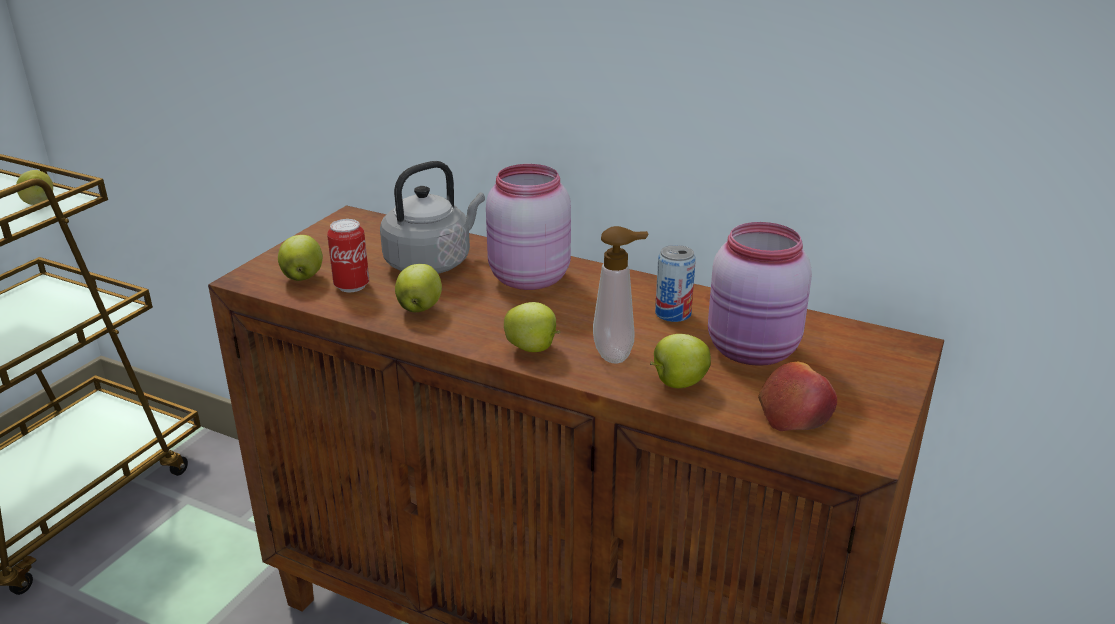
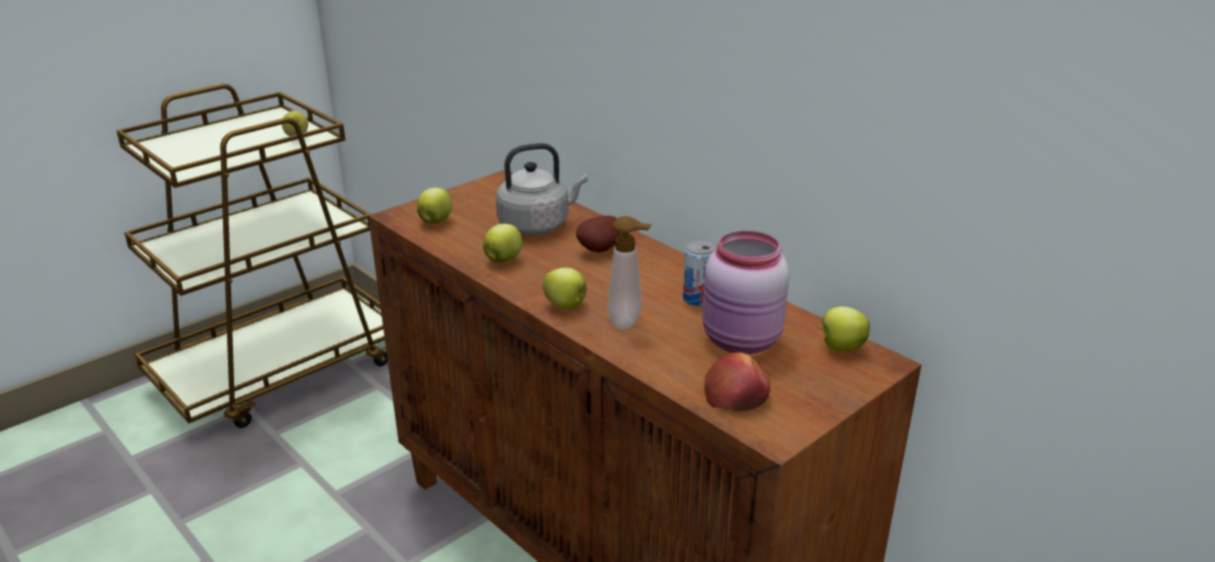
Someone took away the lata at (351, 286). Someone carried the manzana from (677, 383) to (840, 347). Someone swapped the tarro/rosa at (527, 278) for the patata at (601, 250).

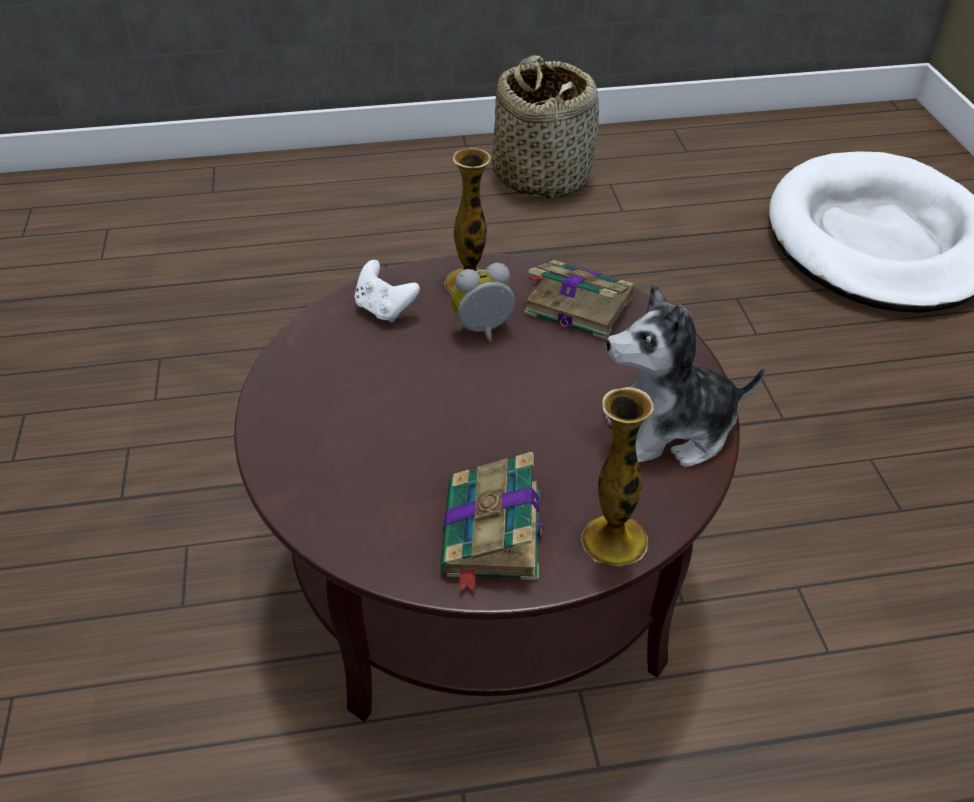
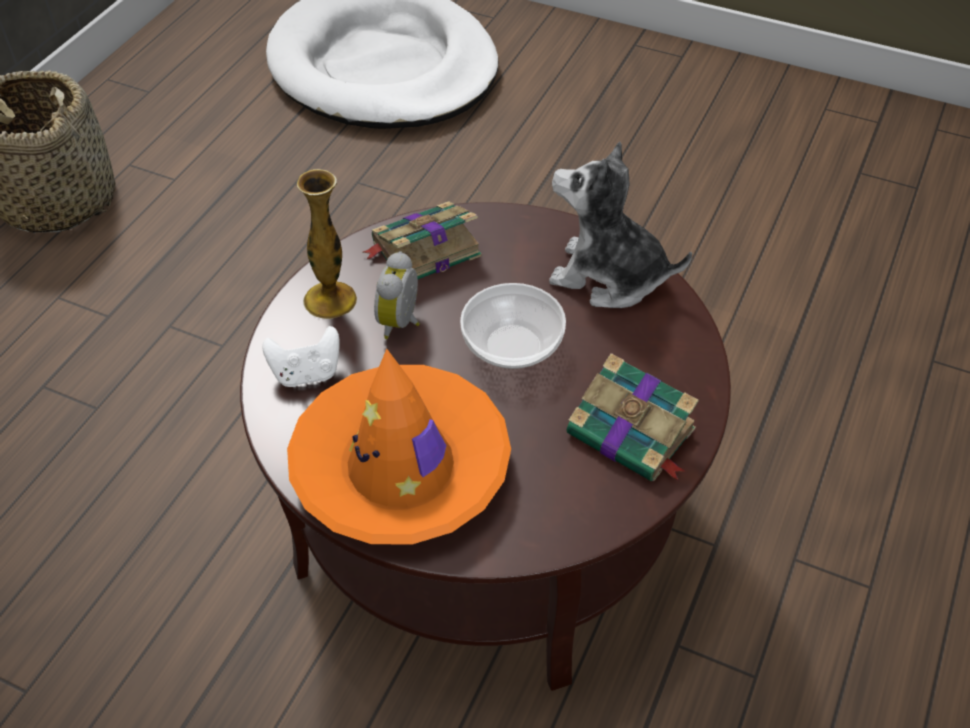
Someone took away the florero at (614, 540). Someone put down the sombrero/naranja at (401, 467). Someone put down the cuenco at (513, 344). Someone rotated the peluche at (670, 430) by 90 degrees clockwise.

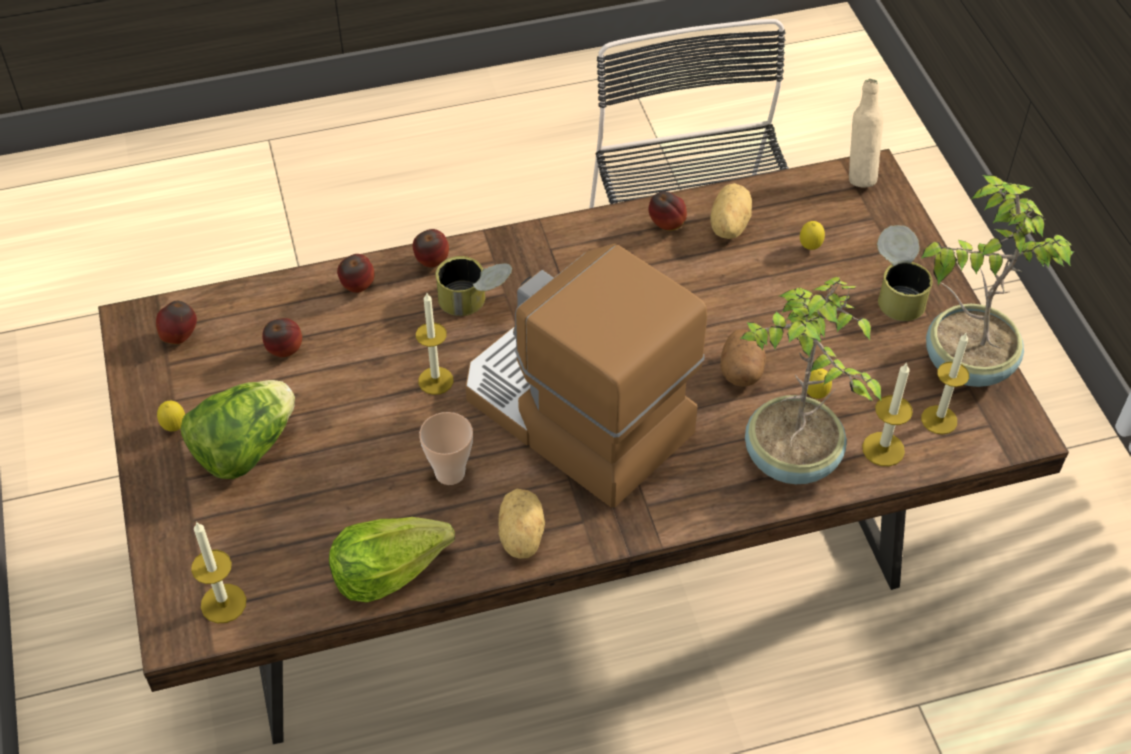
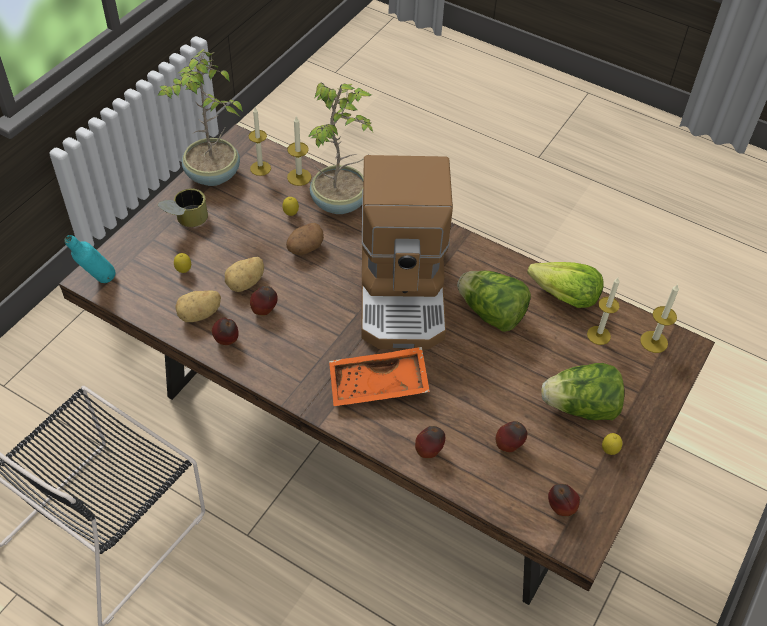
Someone carried the manzana from (431, 263) to (264, 310). Someone carried the vela from (435, 380) to (598, 335). Someone carried the patata from (519, 537) to (246, 283). Someone swapped the taza at (450, 473) for the lechuga at (491, 314). Someone swapped the lata at (475, 303) for the bandeja/naranja at (378, 386). Someone repainted the botella/beis at (859, 175), which became the botella/turquesa at (98, 283).

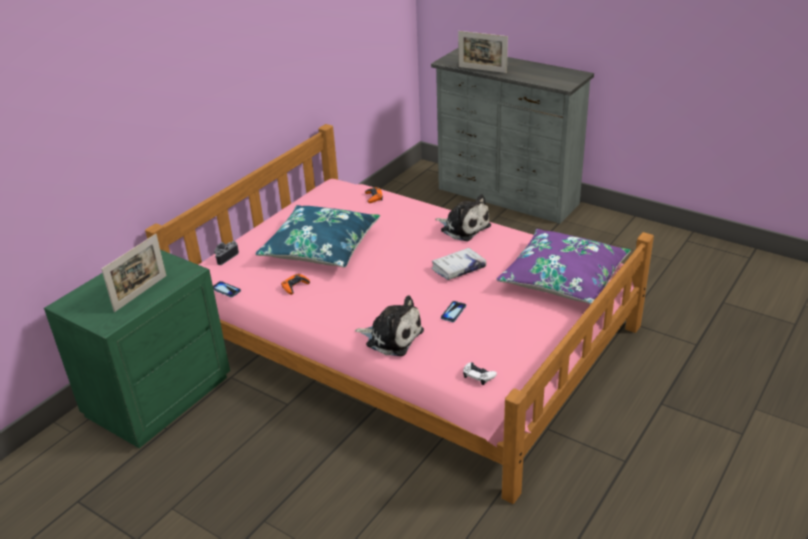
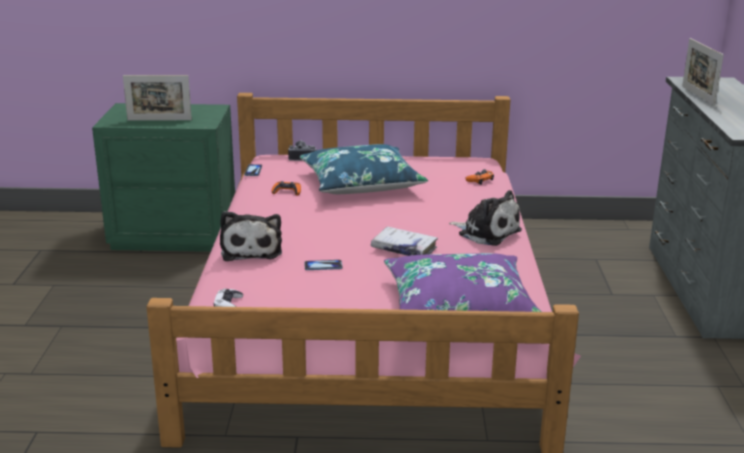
Someone rotated the peluche at (463, 227) by 60 degrees counterclockwise.

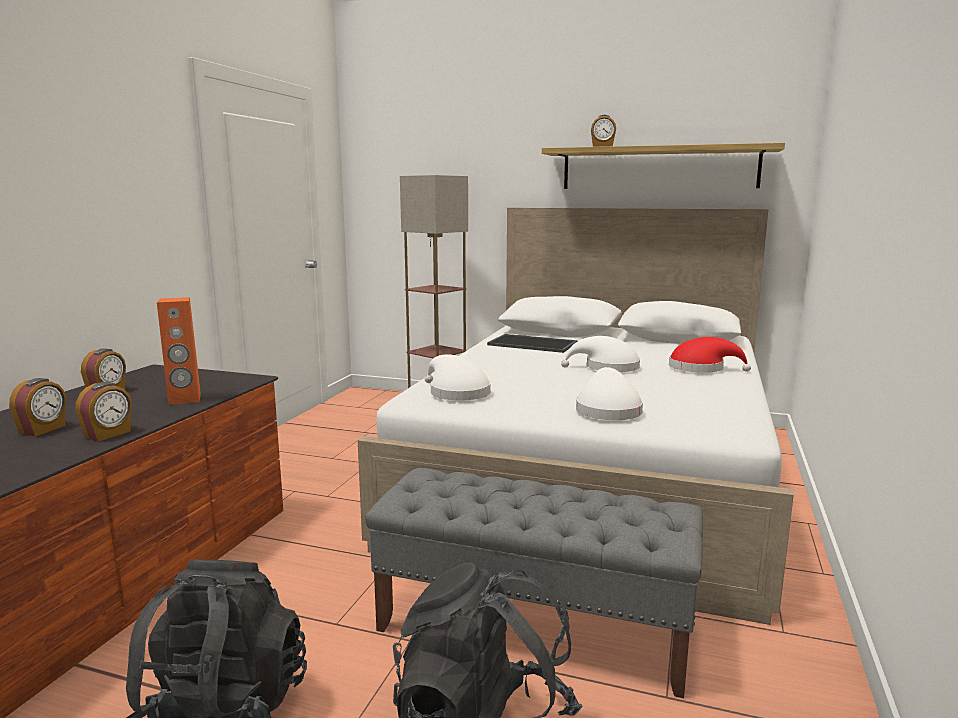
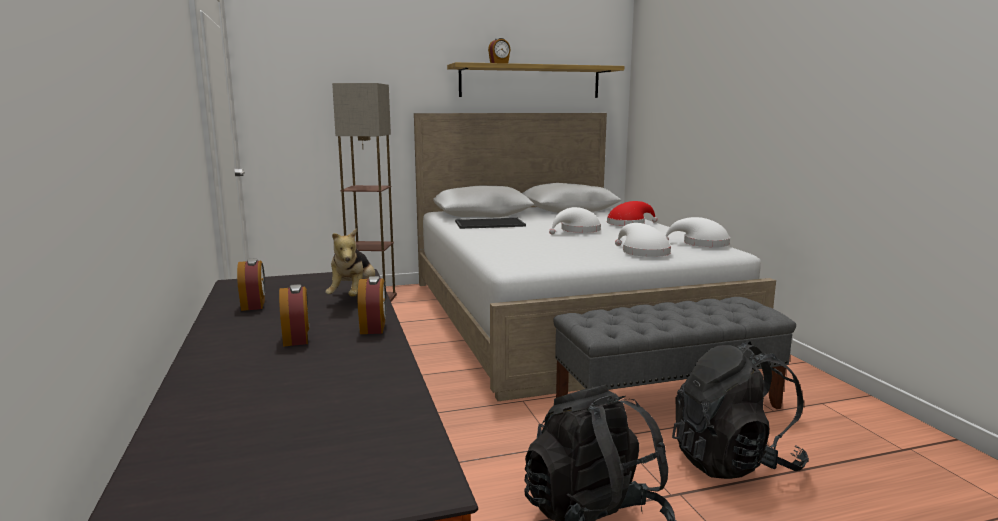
Someone carried the sombrero/blanco from (456, 393) to (701, 244). Someone swapped the altavoz/naranja at (184, 399) for the peluche at (353, 296).

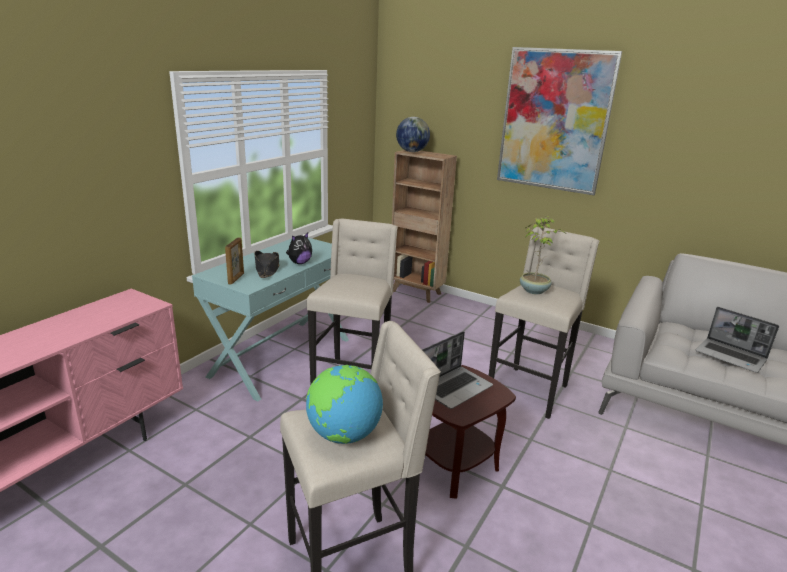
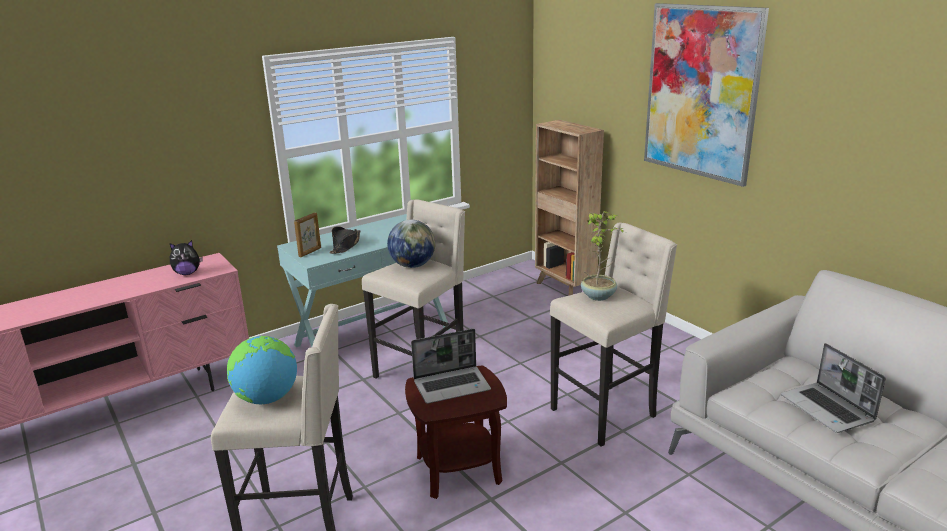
Someone carried the peluche from (299, 263) to (187, 273). Someone carried the globo terráqueo from (412, 151) to (413, 265).

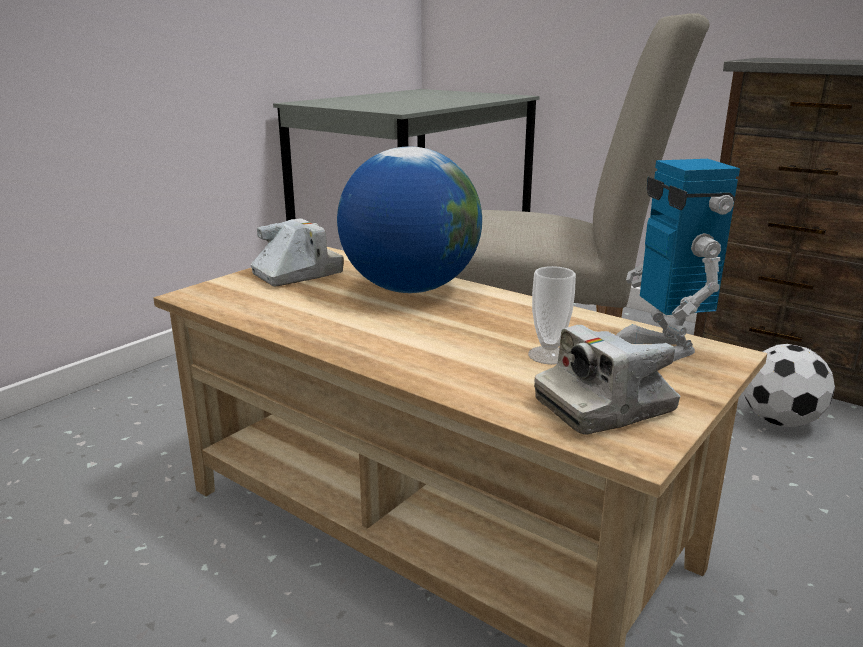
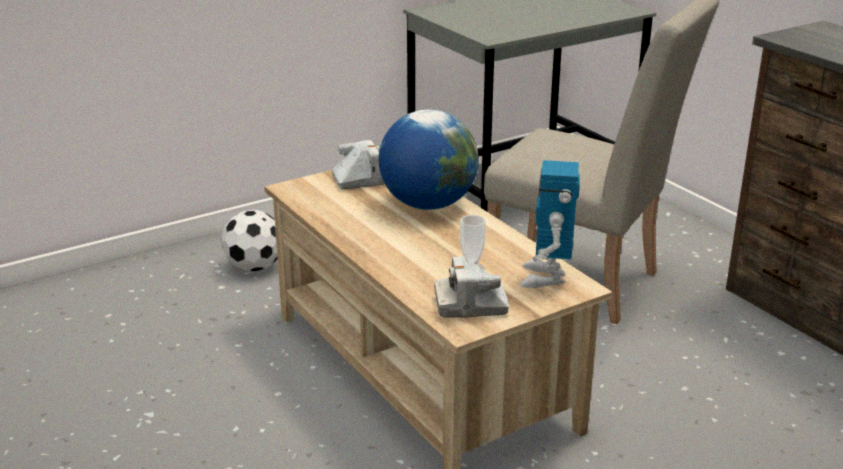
Someone carried the balón de fútbol from (780, 420) to (255, 266).

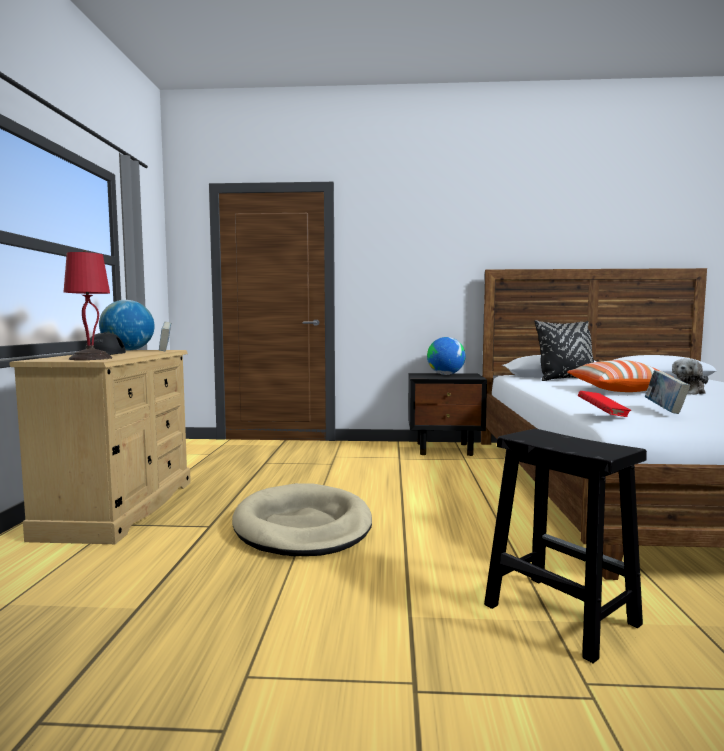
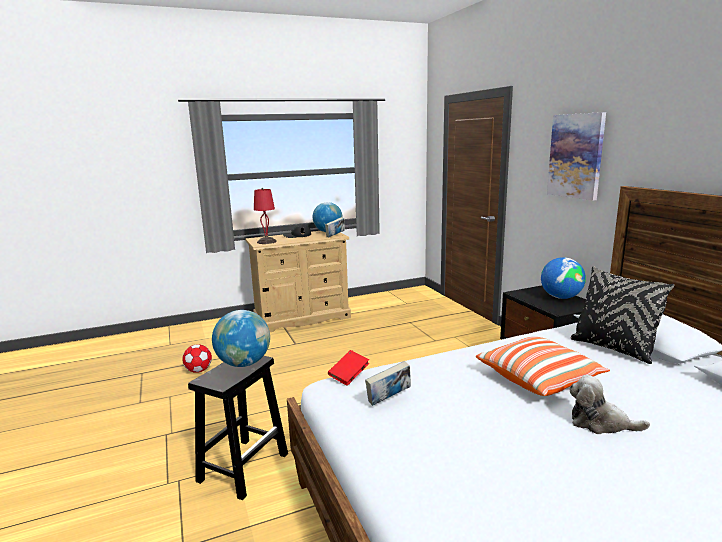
Someone took away the cama para perro/beis at (302, 526). Someone put down the balón de fútbol at (198, 370). Someone put down the globo terráqueo at (244, 363). Someone put up the cuadro at (576, 156).

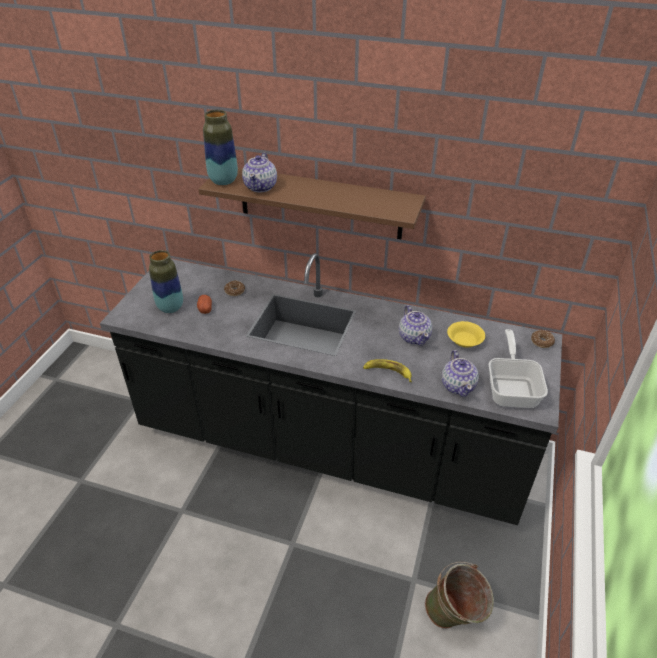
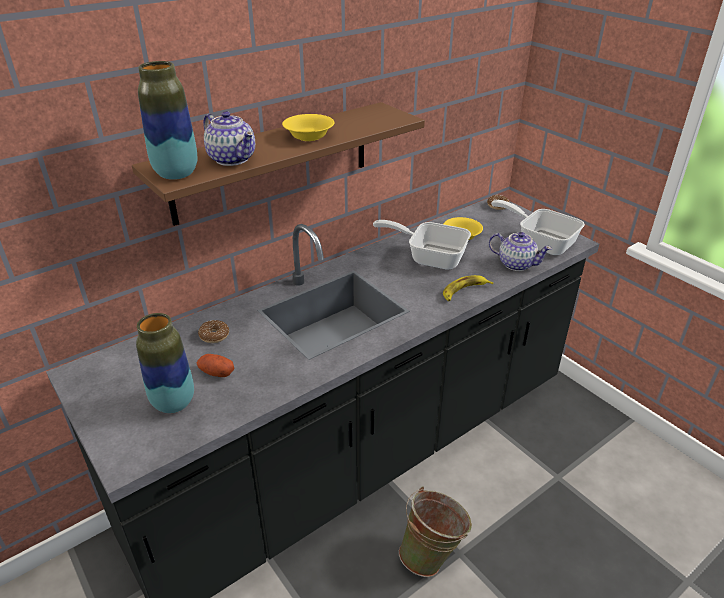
Someone put down the cuenco/amarillo at (309, 137). Someone carried the cubo/verde from (454, 617) to (432, 555). Someone swapped the tetera at (414, 337) for the sartén at (430, 257).

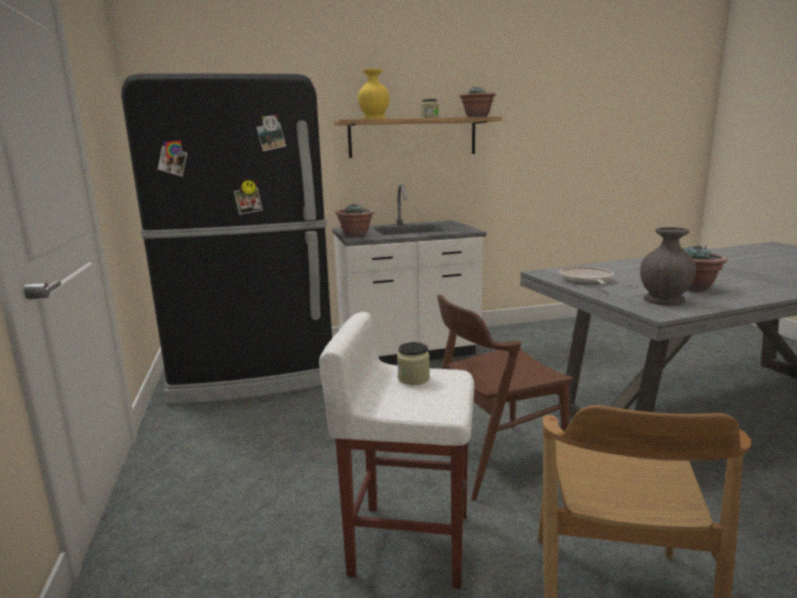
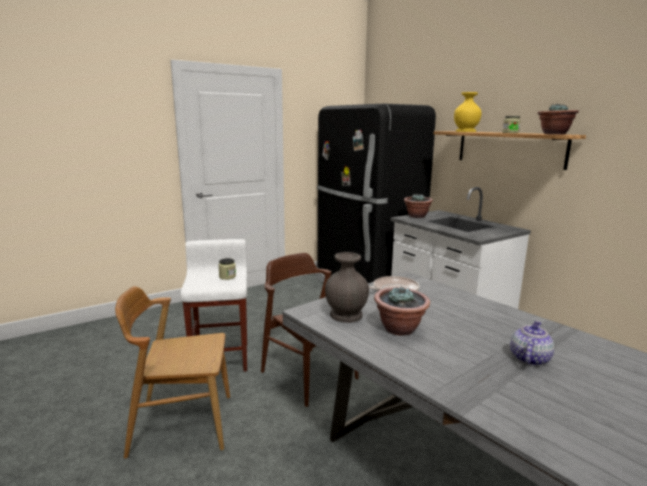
Someone put down the tetera at (529, 359).

